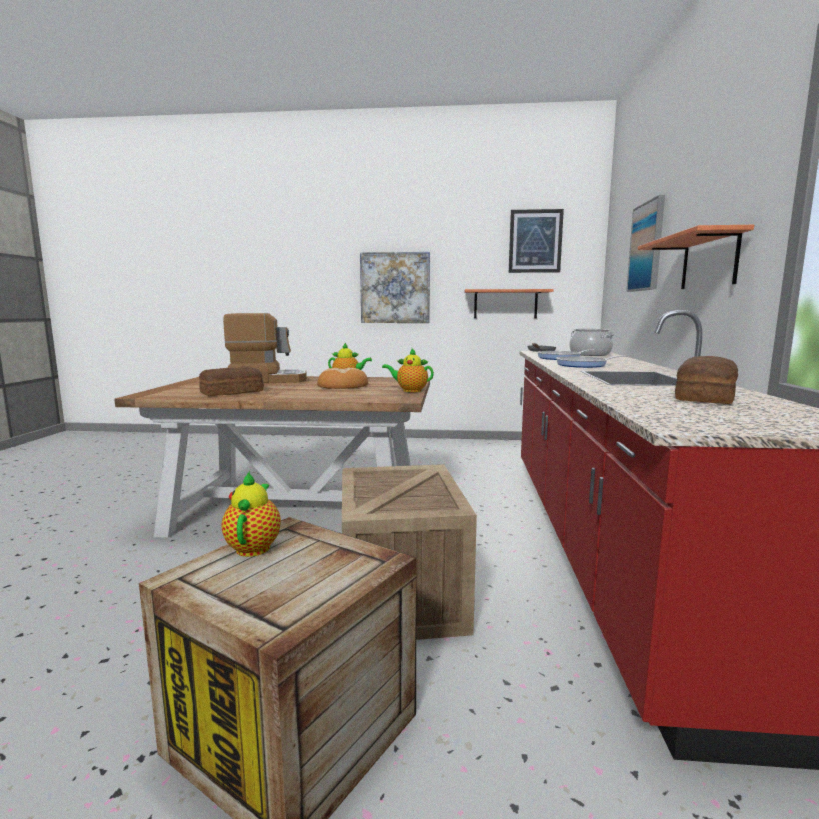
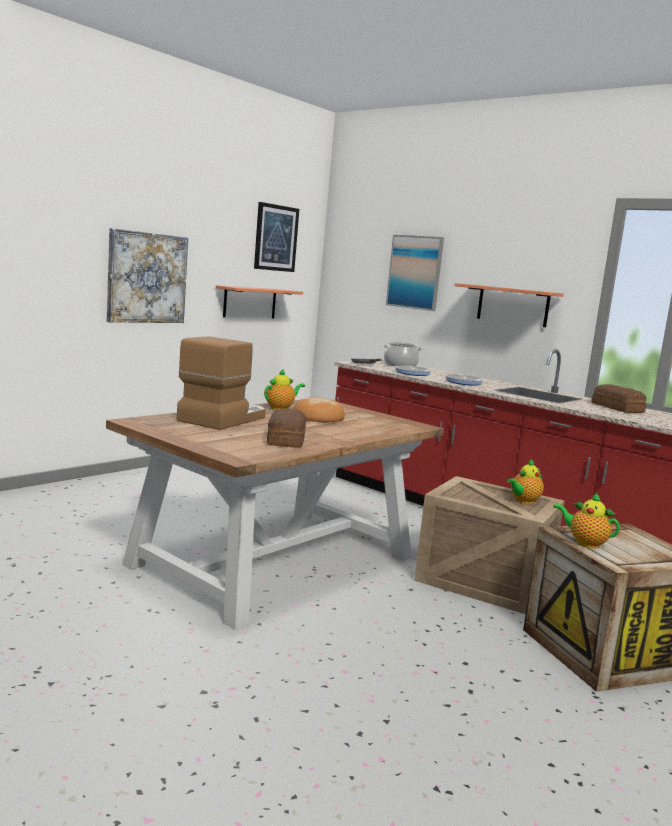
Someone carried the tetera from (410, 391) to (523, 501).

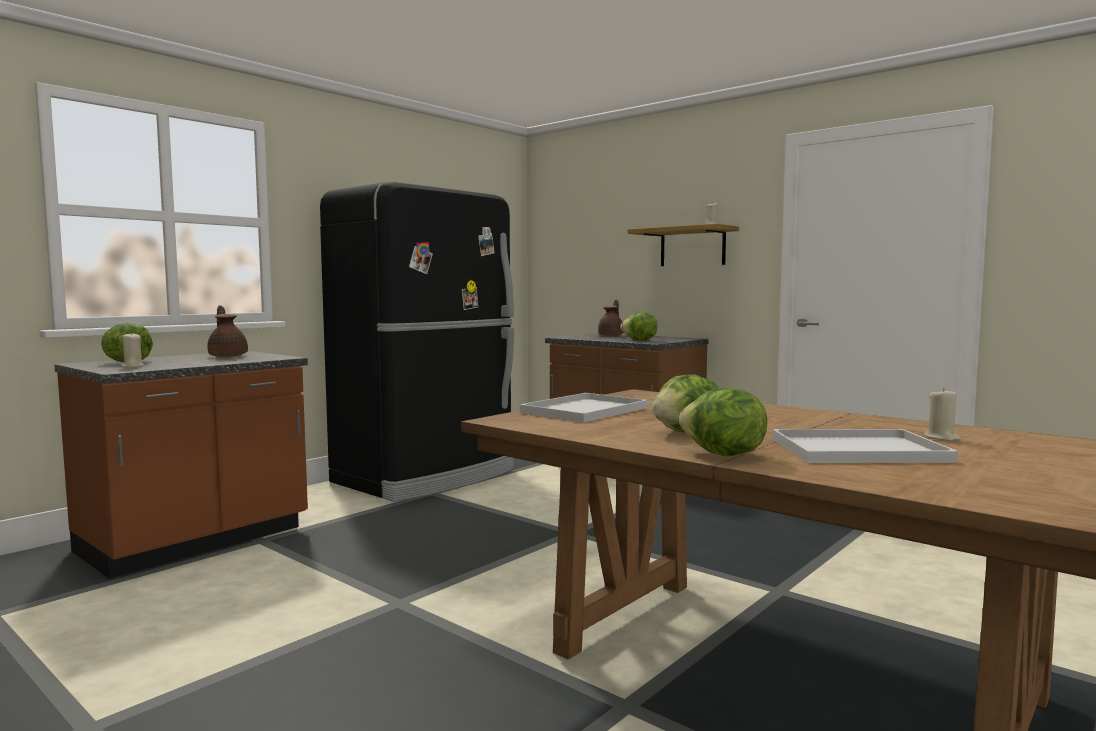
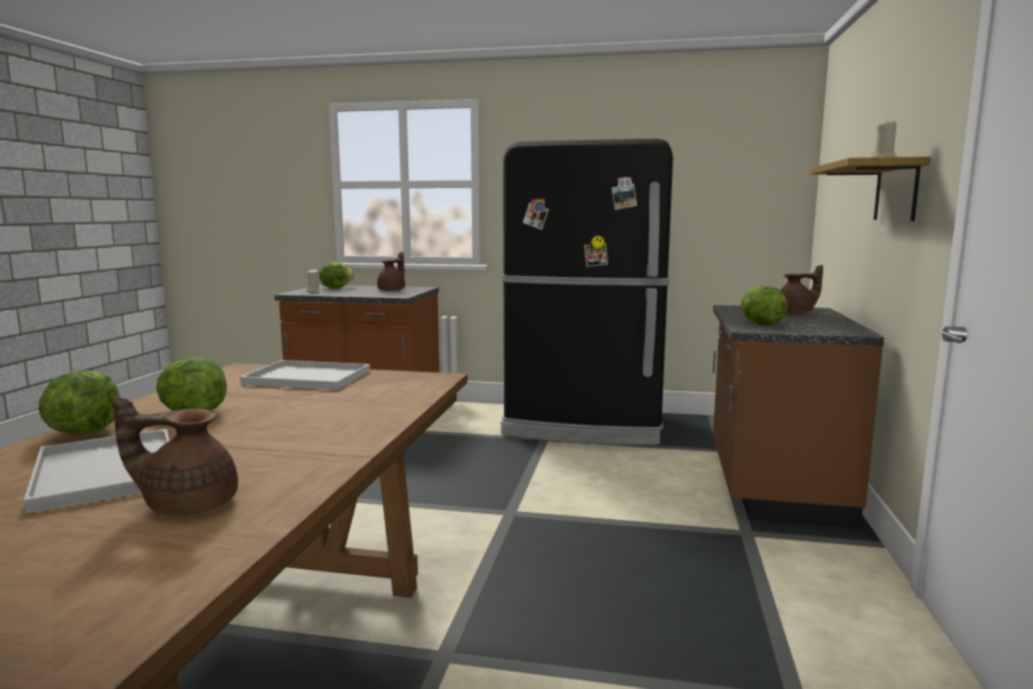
Someone swapped the vela/beis at (941, 438) for the tetera/marrón at (188, 504).

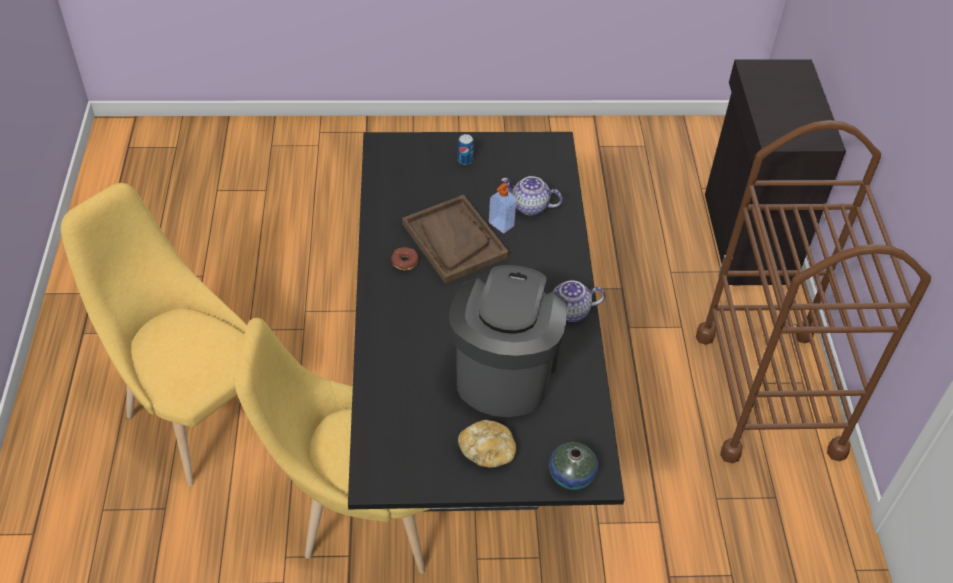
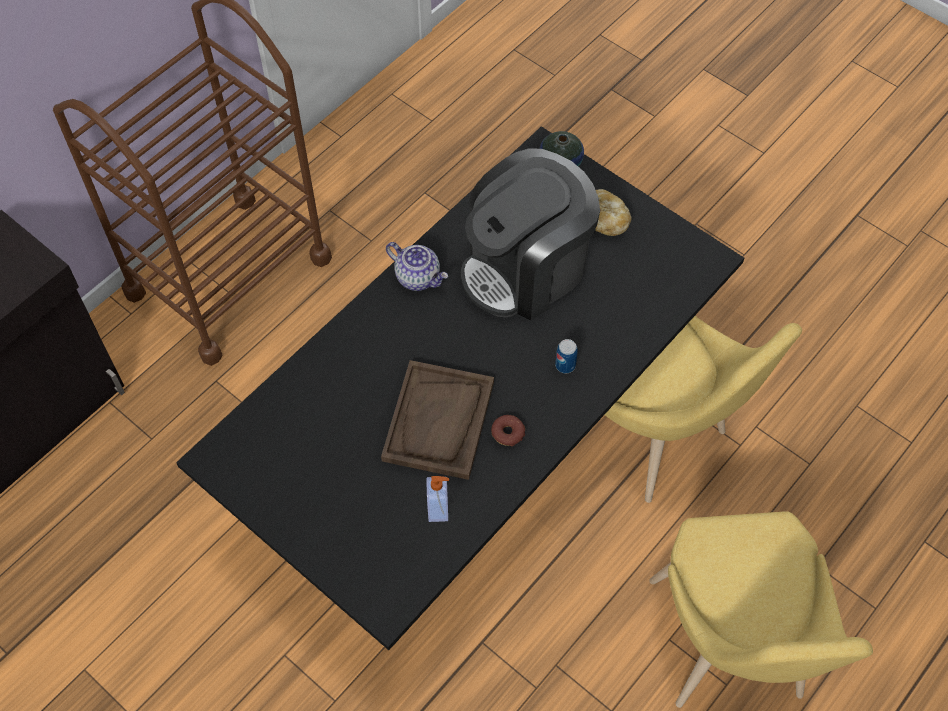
Someone took away the tetera at (529, 206). Someone carried the lata from (465, 160) to (565, 365). Someone carried the dispensador de jabón from (500, 225) to (439, 509).

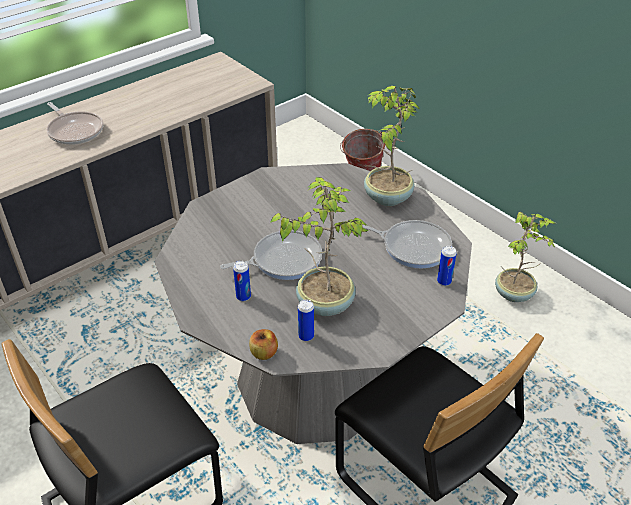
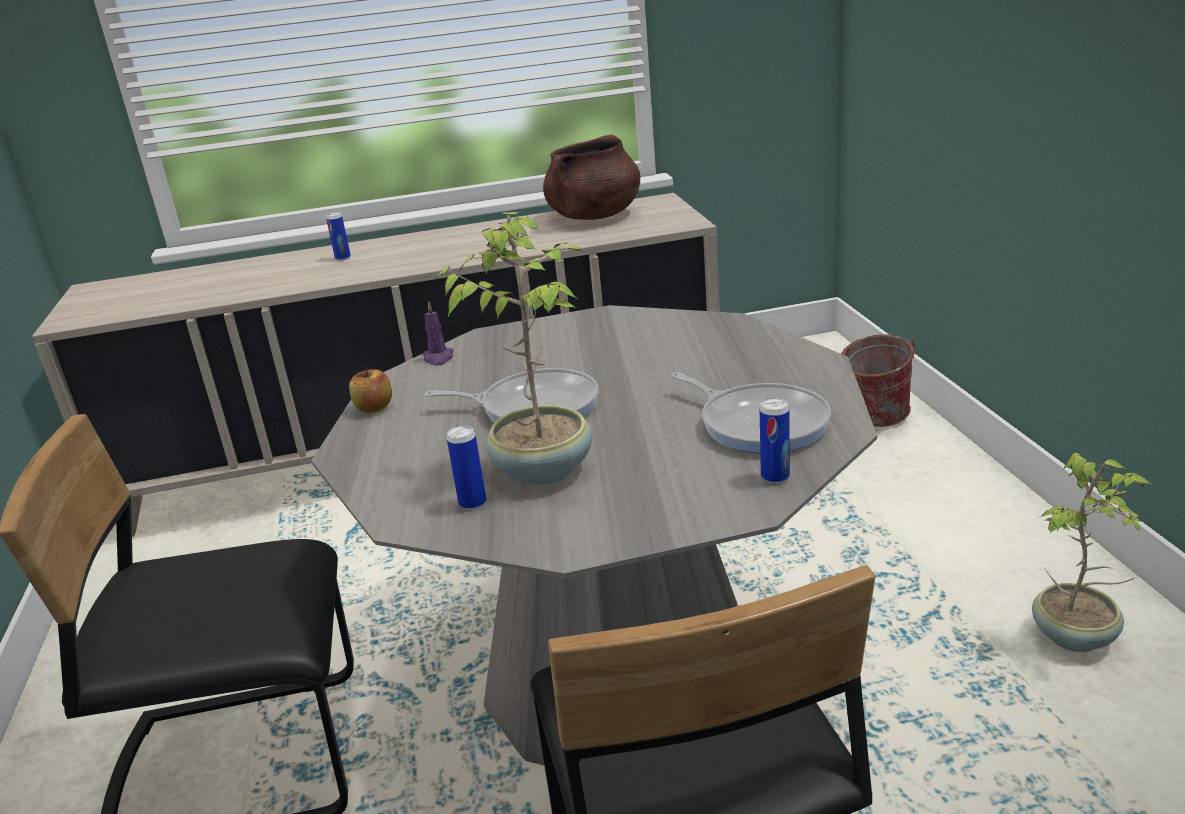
Someone took away the sartén at (75, 131). Someone took away the planta en maceta at (386, 197). Someone put down the vela/morado at (438, 358). Someone put down the olla/marrón at (594, 216). Someone carried the lata from (243, 296) to (343, 258). Someone carried the manzana from (264, 353) to (374, 408).

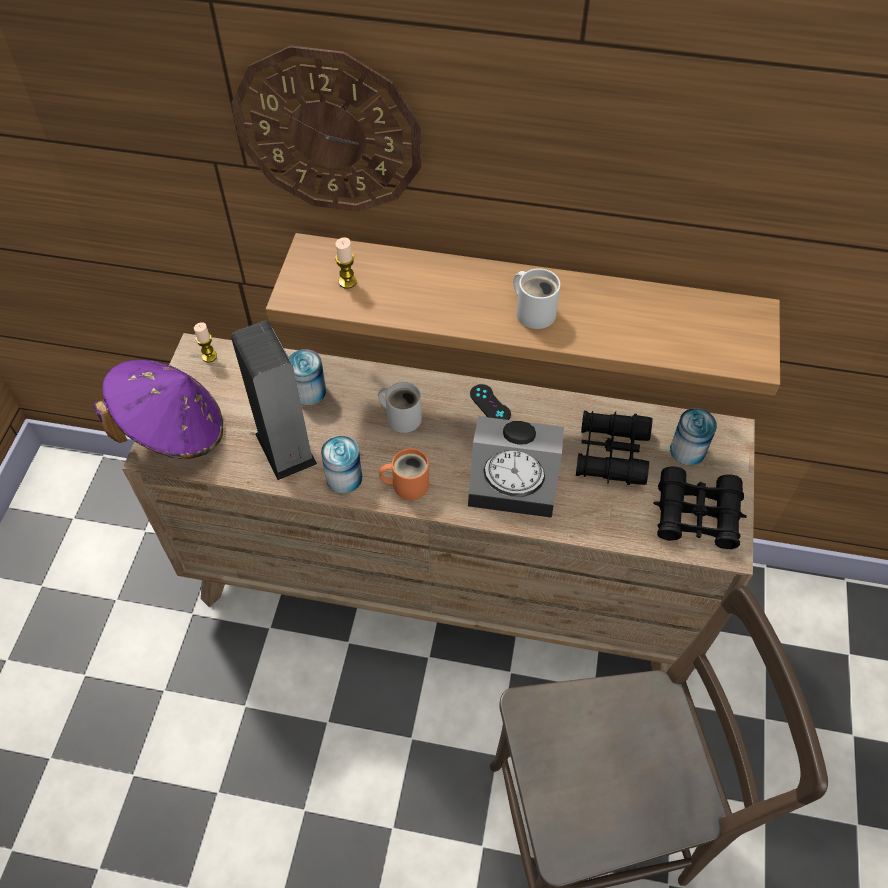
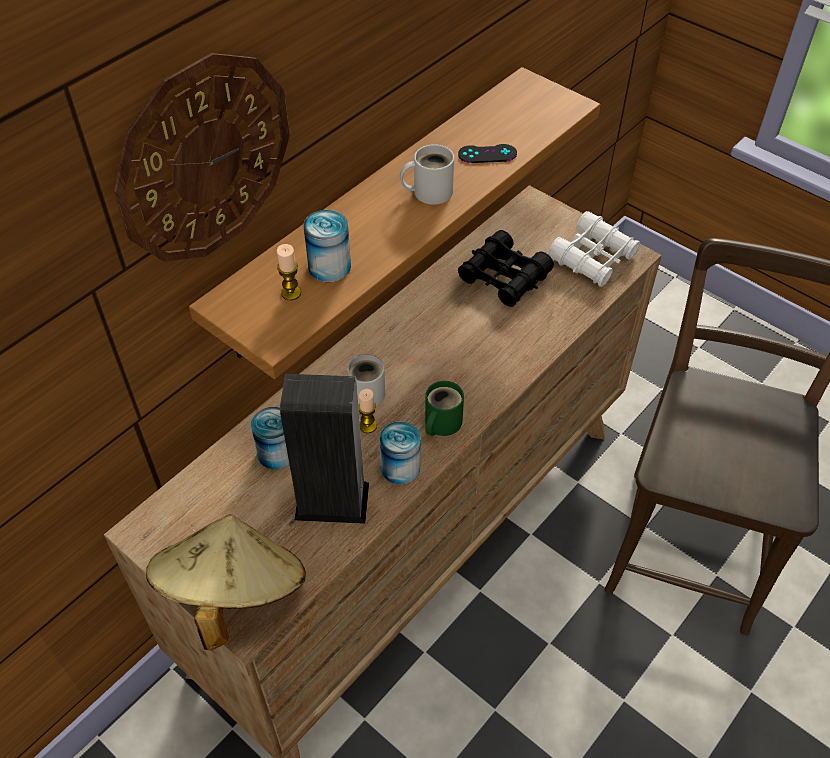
Someone took away the despertador at (516, 484). Someone carried the vela from (209, 356) to (368, 426). Someone carried the mando de consola/negro from (490, 404) to (487, 154). Someone carried the lata from (687, 450) to (329, 267). Someone repainted the sombrero/morado at (173, 430), which became the sombrero/beis at (232, 594). Someone repainted the taza grande/naranja at (407, 484), which became the taza grande/verde at (440, 423). Someone repainted the prismáticos/negro at (697, 515), which became the prismáticos/blanco at (593, 257).

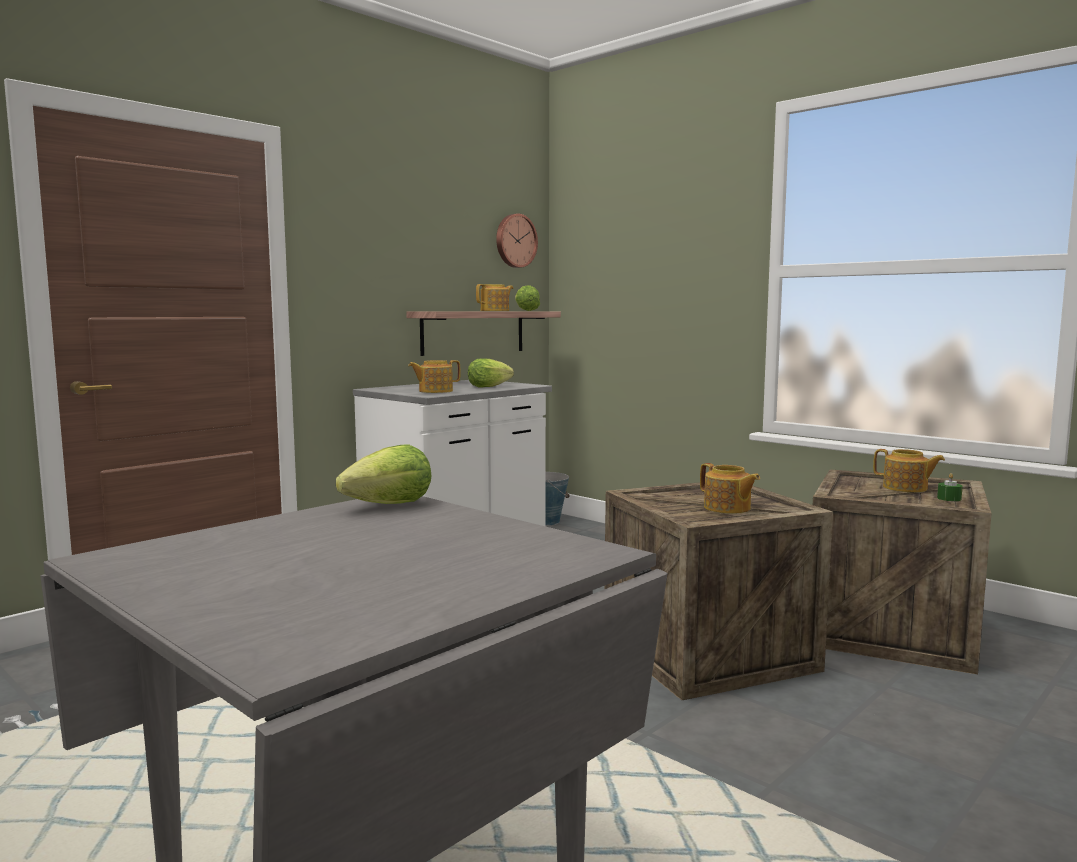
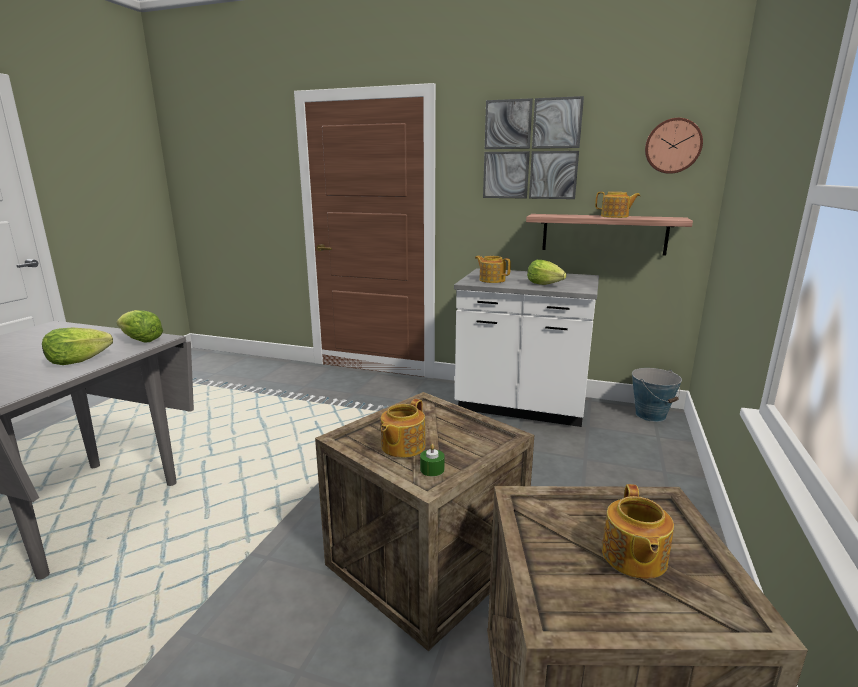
Someone put up the cuadro at (531, 150). Someone carried the lechuga from (526, 311) to (78, 361). Someone carried the vela/verde from (949, 498) to (432, 469).

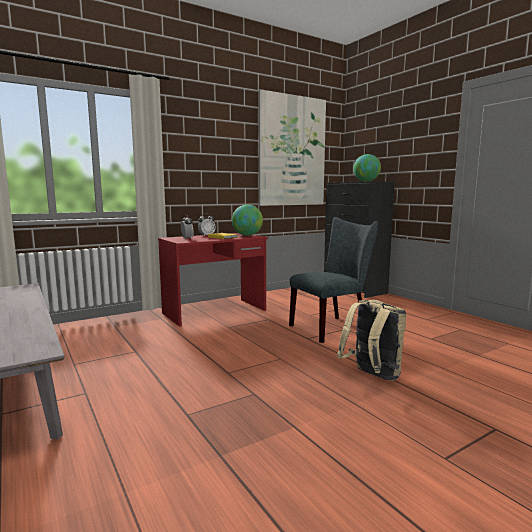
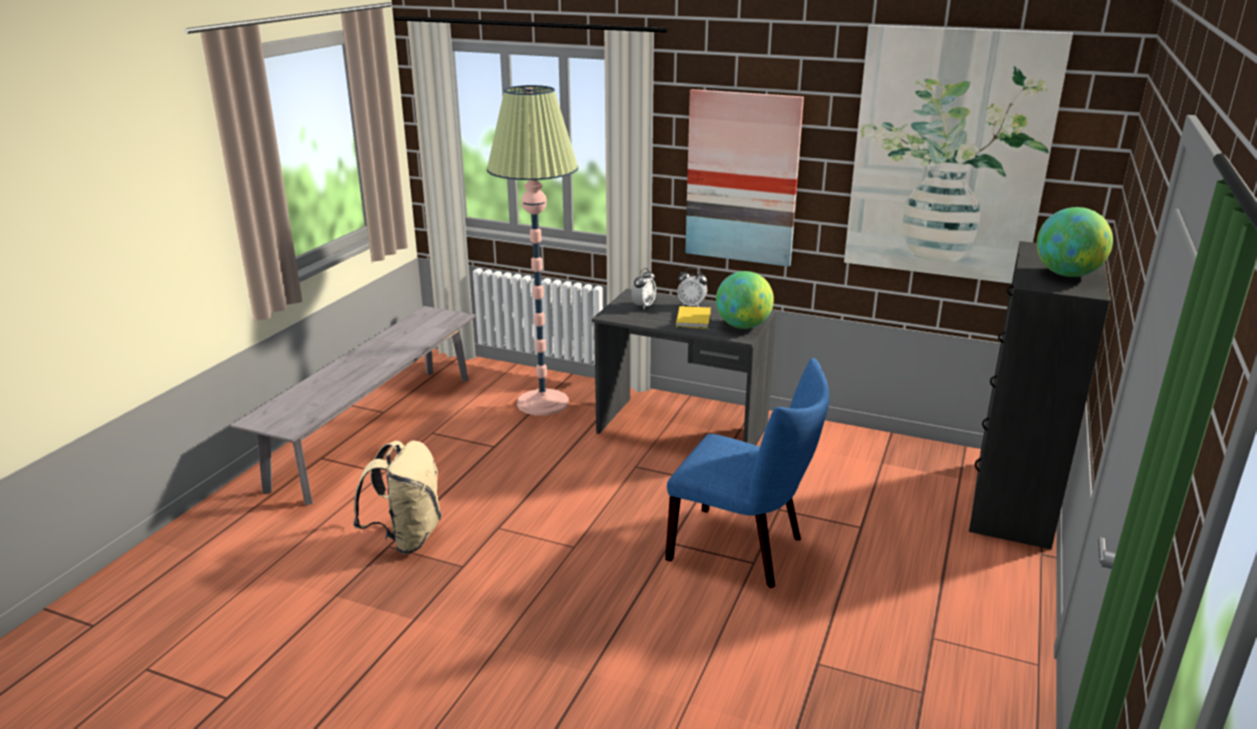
Someone put down the lámpara de pie at (543, 403). Someone put up the cuadro at (742, 178). Someone carried the mochila/beis from (372, 376) to (407, 538). Someone repainted the escritorio/rojo at (215, 312), which became the escritorio/gris at (682, 430). Someone repainted the silla/gris at (333, 327), which became the silla/azul at (744, 549).

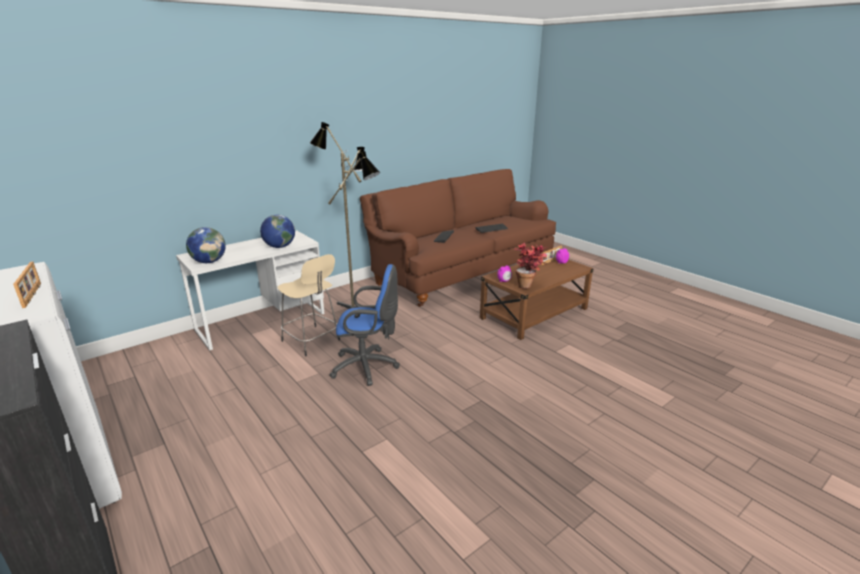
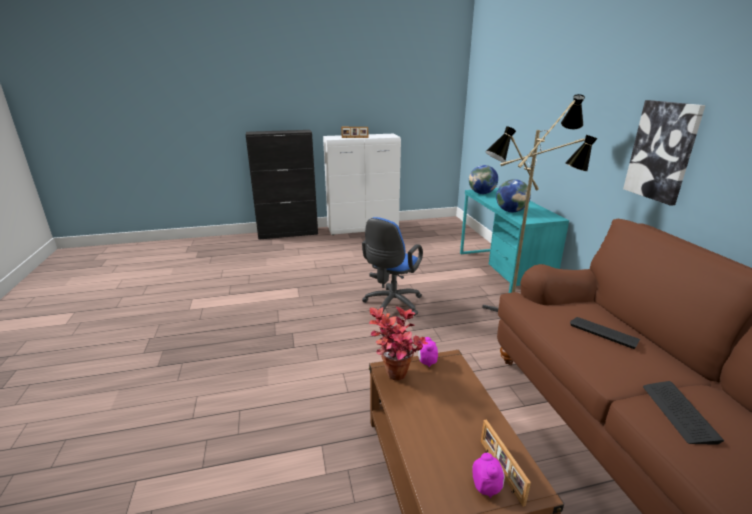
Someone took away the taburete/beis at (312, 341). Someone put up the cuadro at (662, 151). Someone repainted the escritorio/blanco at (261, 321), which became the escritorio/turquesa at (502, 272).

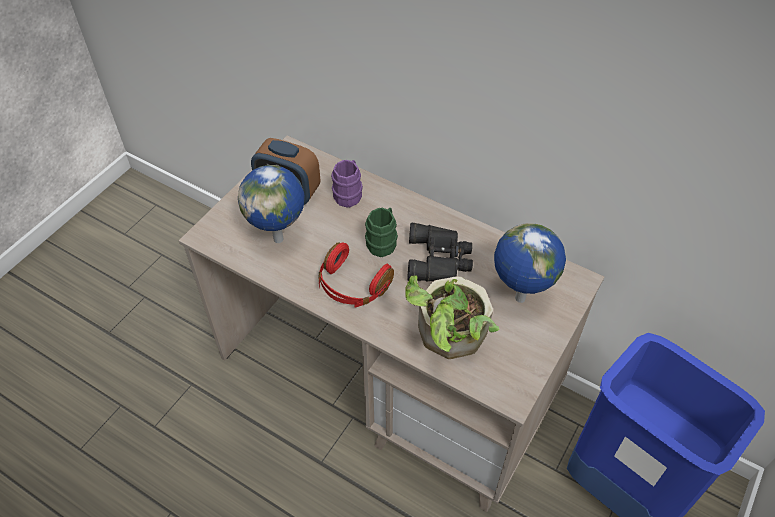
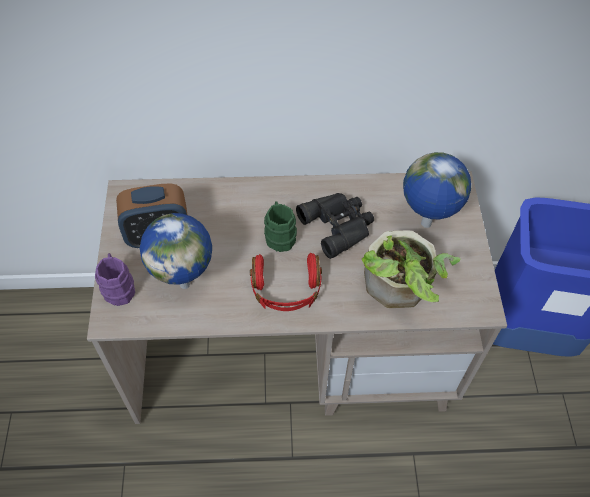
Someone carried the taza grande/morado from (349, 193) to (118, 287).

